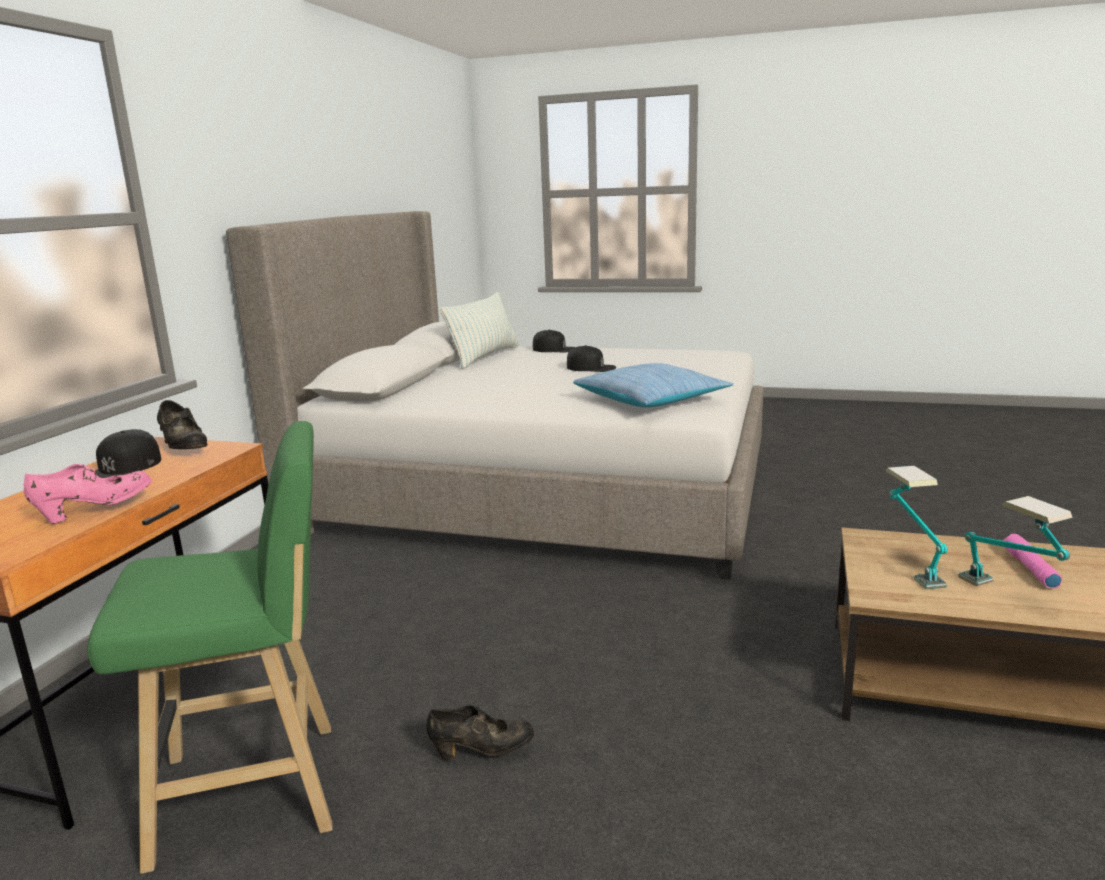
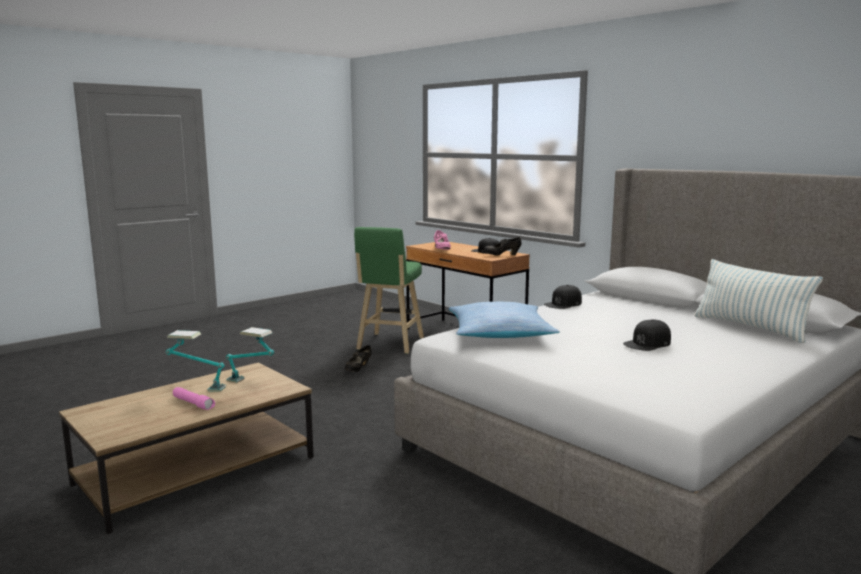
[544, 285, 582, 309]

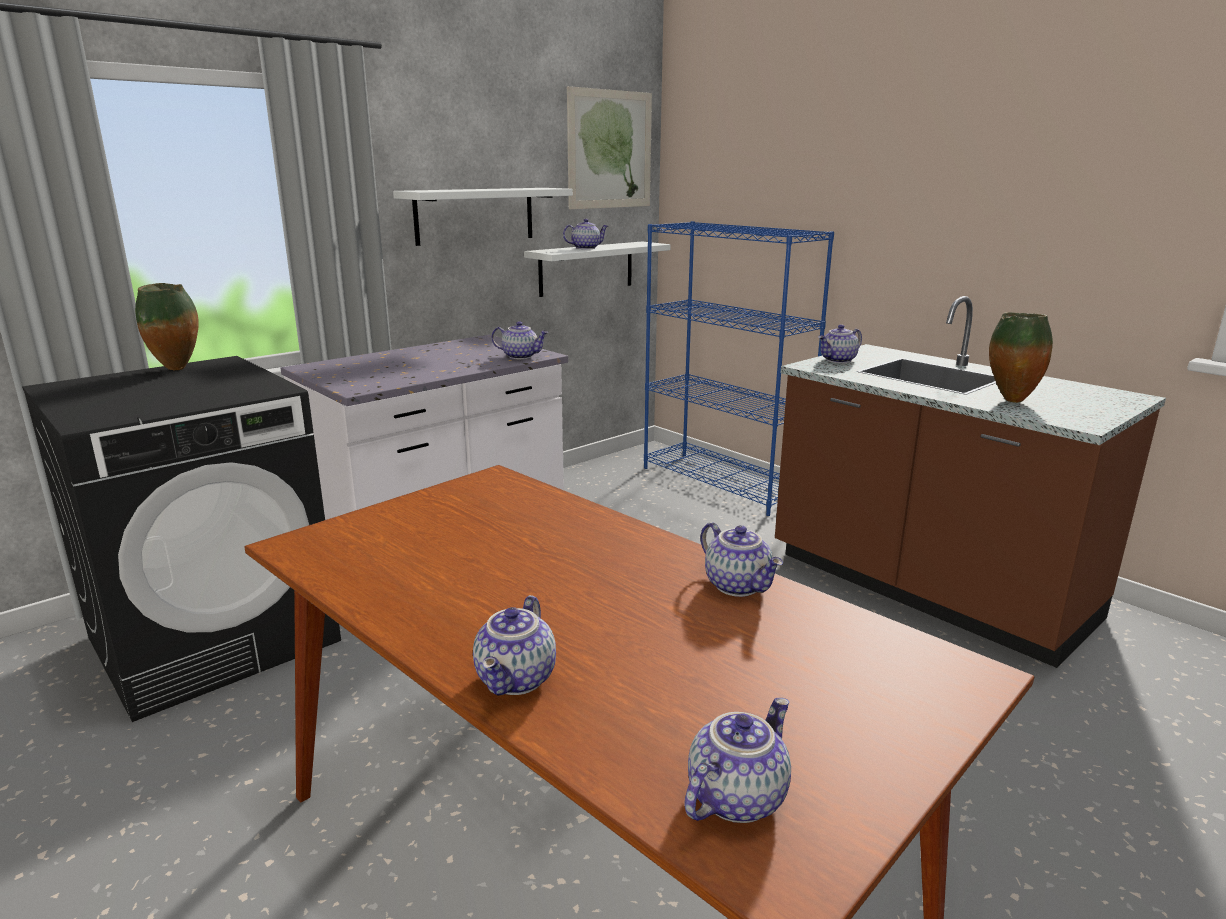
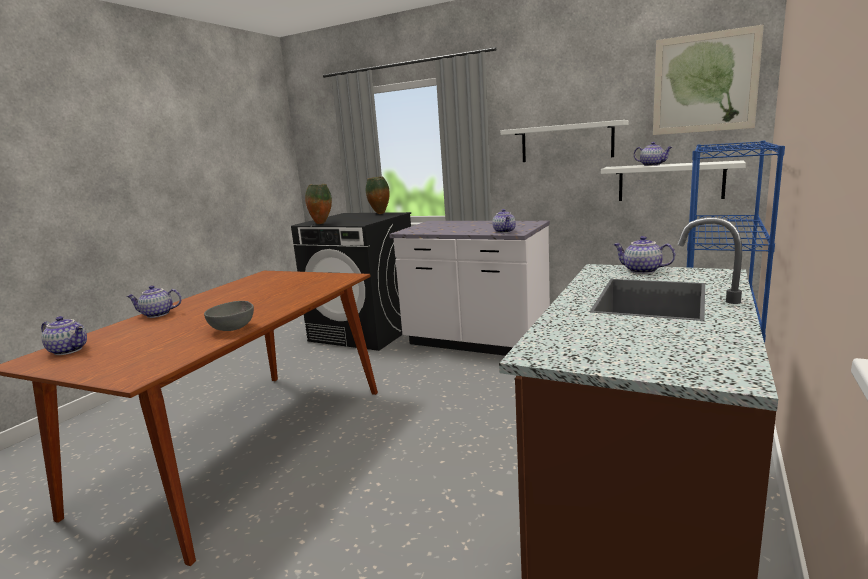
[305, 184, 332, 224]
[204, 301, 254, 331]

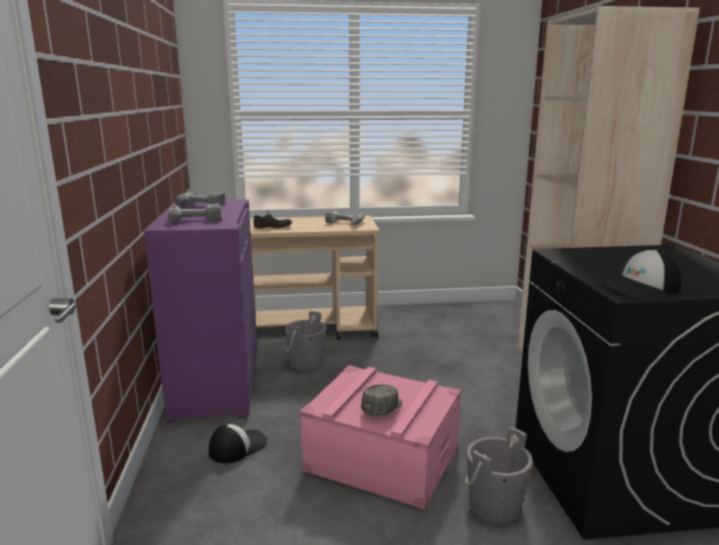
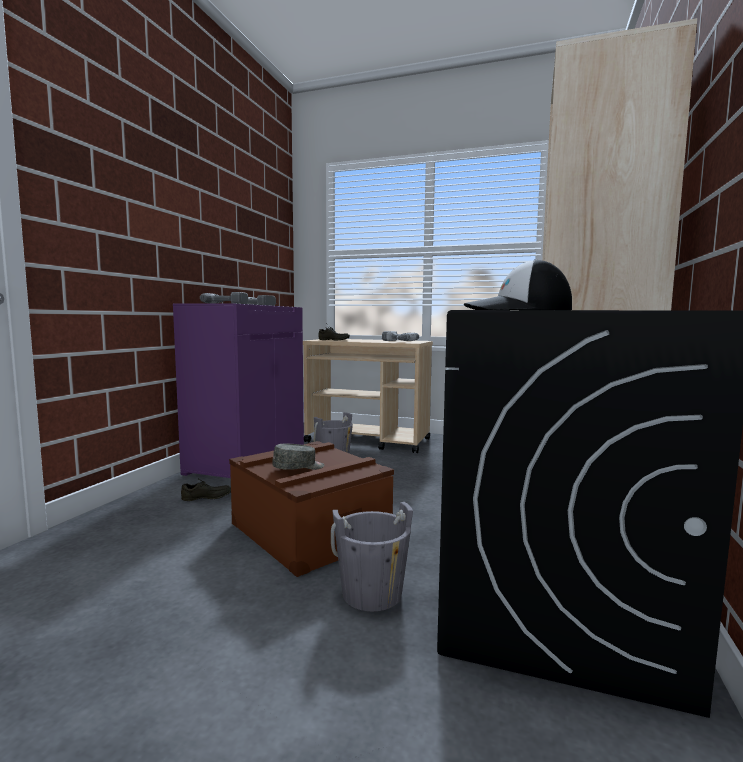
[181, 479, 231, 501]
[229, 441, 394, 577]

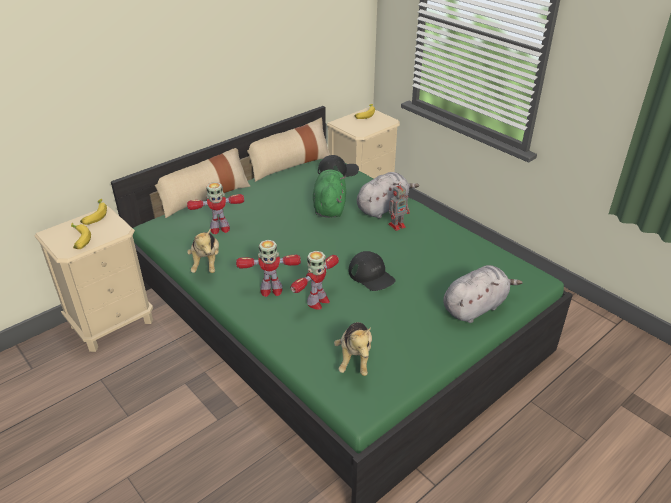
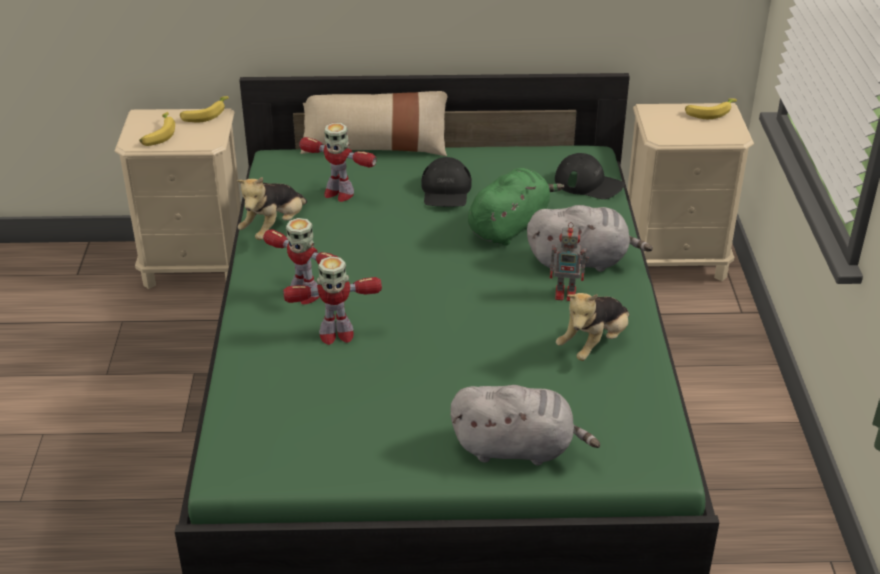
[247, 118, 330, 182] (first image)
[556, 293, 629, 361]
[421, 157, 472, 207]

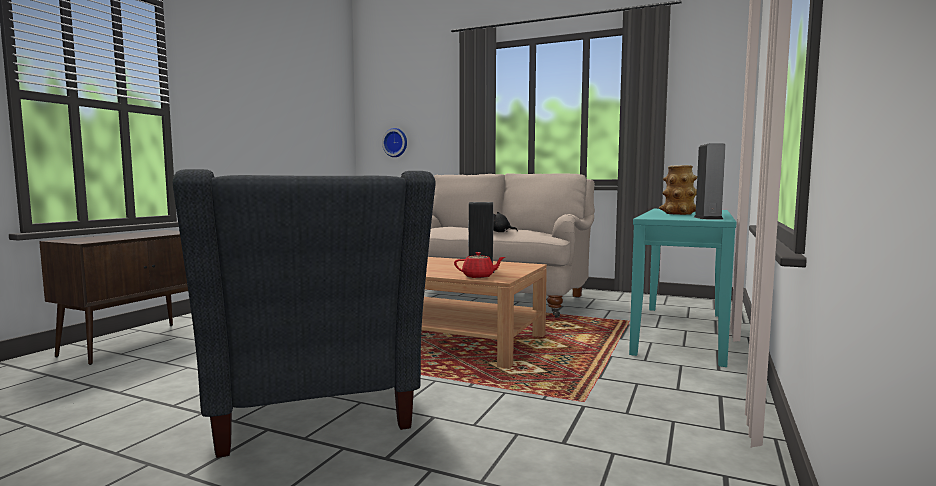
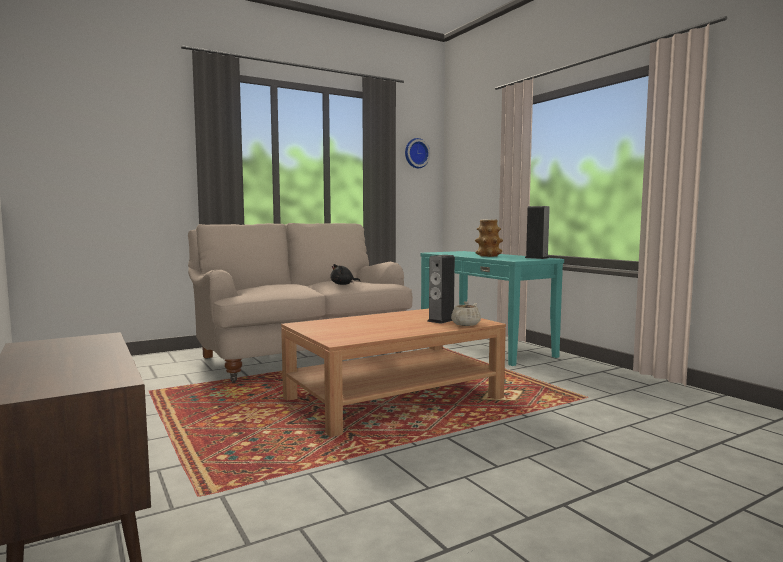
[173, 169, 436, 458] (first image)
[405, 138, 430, 168]
[451, 301, 481, 326]

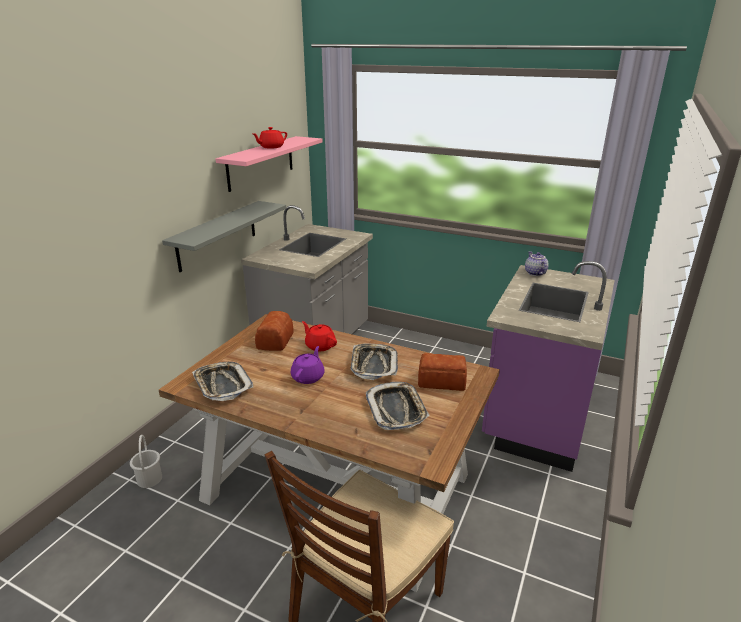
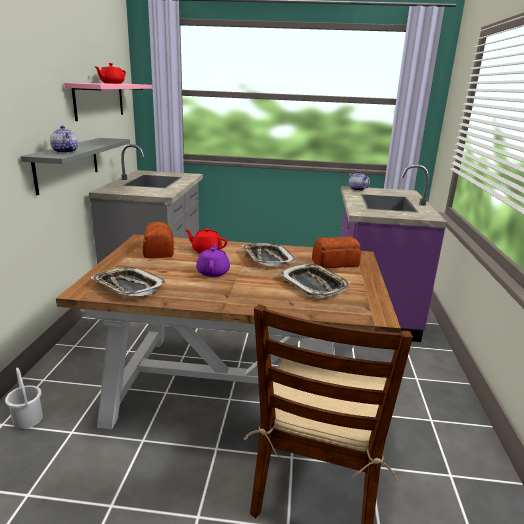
[50, 126, 78, 153]

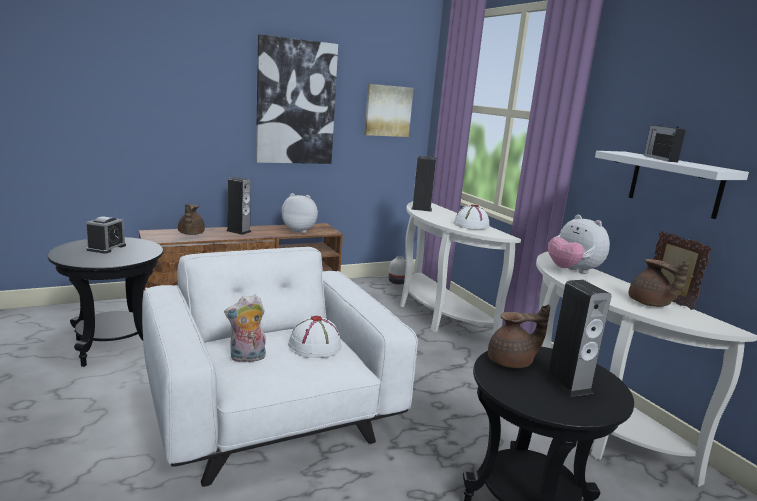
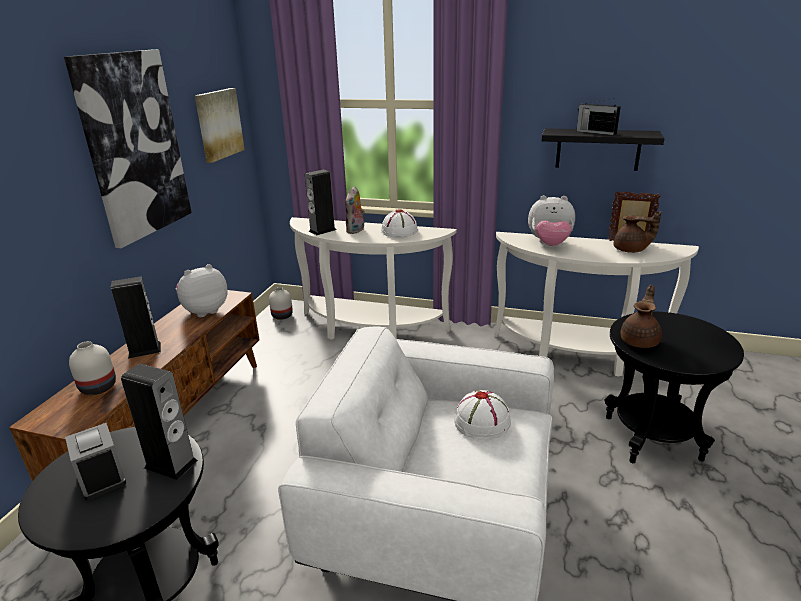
[345, 186, 365, 234]
[121, 364, 198, 480]
[69, 341, 116, 395]
[542, 128, 665, 171]

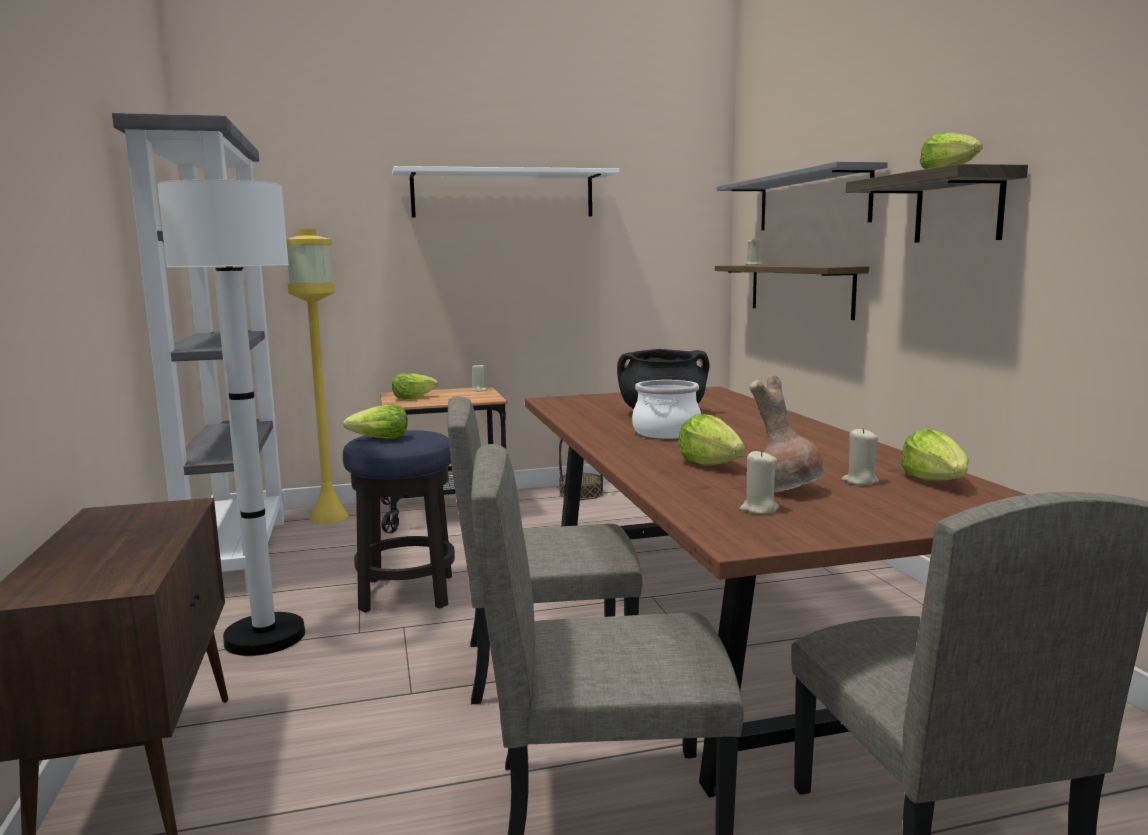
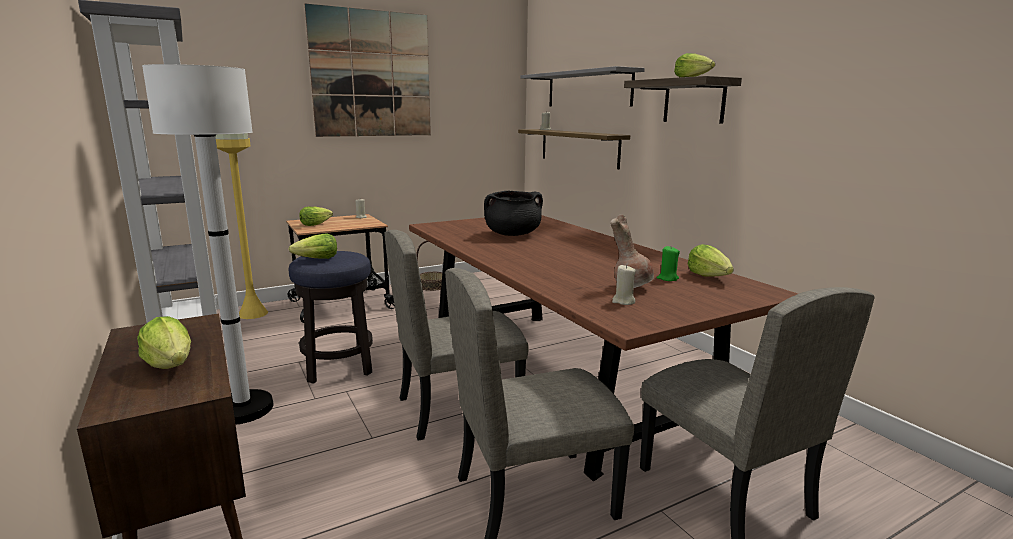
[632, 380, 701, 439] (first image)
[137, 316, 191, 369]
[305, 3, 431, 137]
[657, 246, 680, 281]

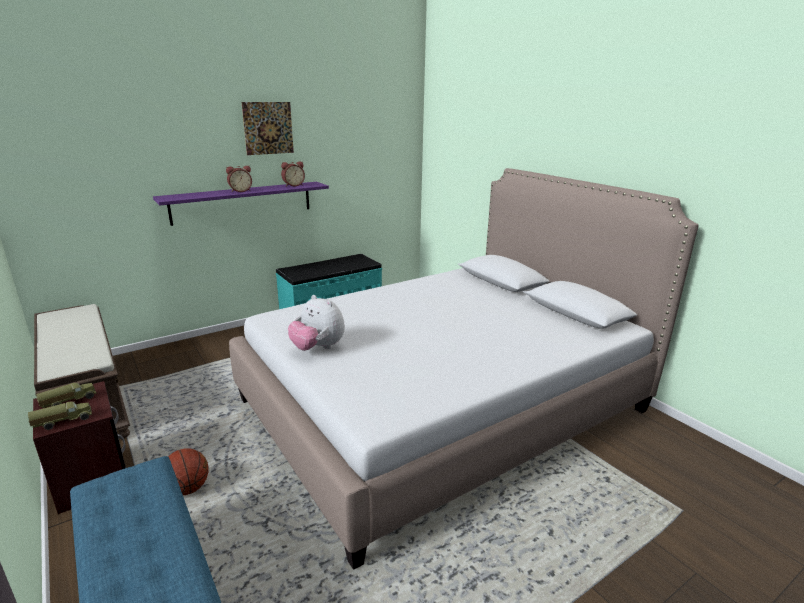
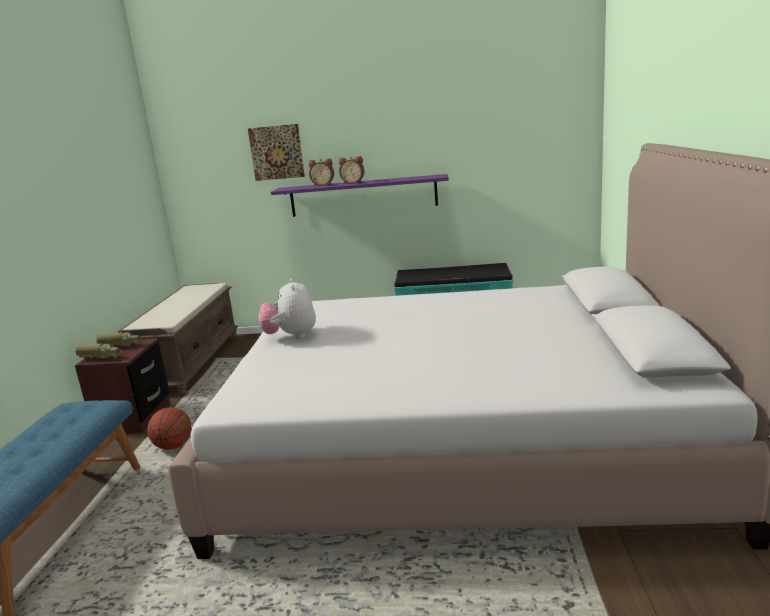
[248, 124, 305, 181]
[309, 159, 334, 186]

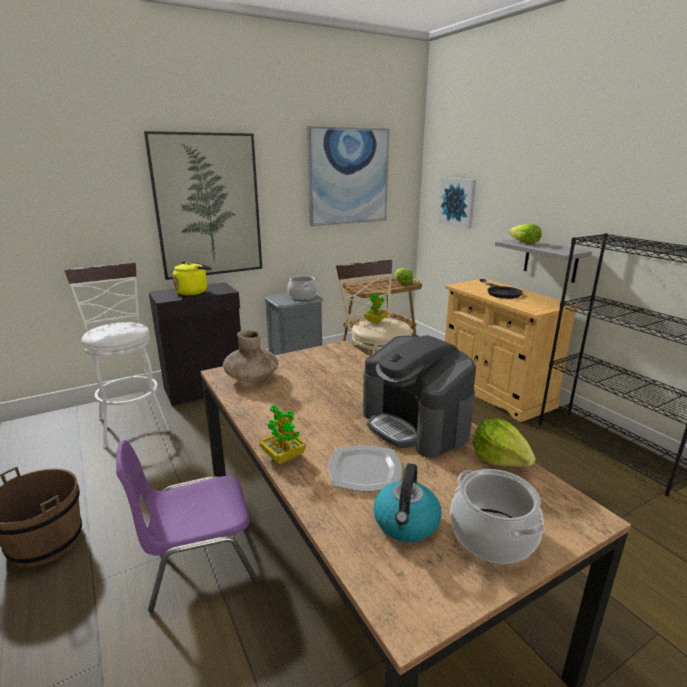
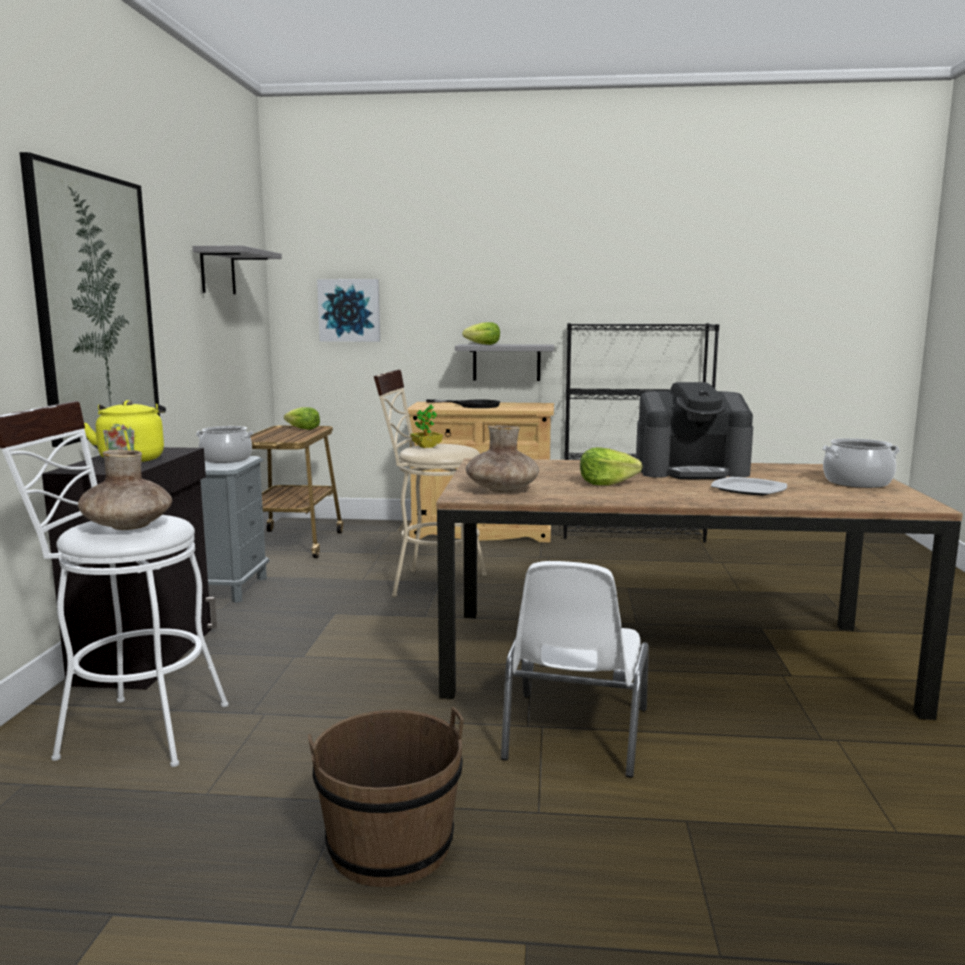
[260, 405, 306, 464] (first image)
[373, 463, 442, 542] (first image)
[78, 450, 172, 530]
[580, 447, 643, 485]
[192, 245, 282, 294]
[501, 561, 649, 778]

